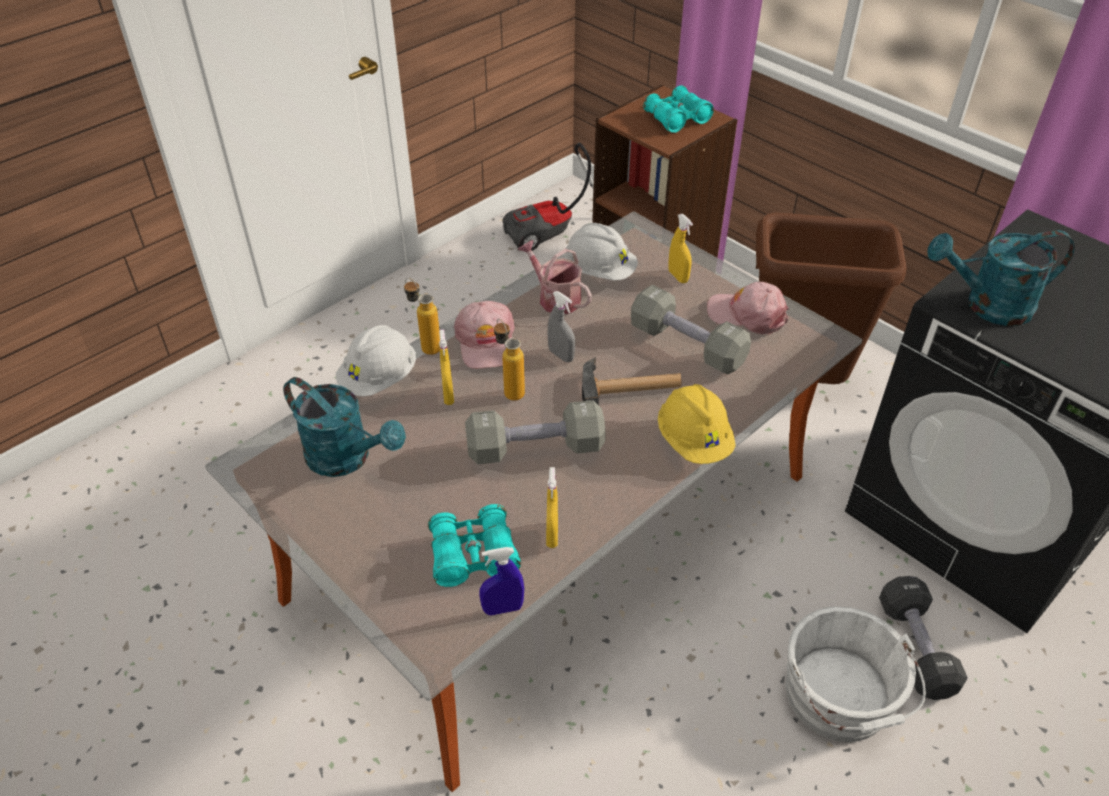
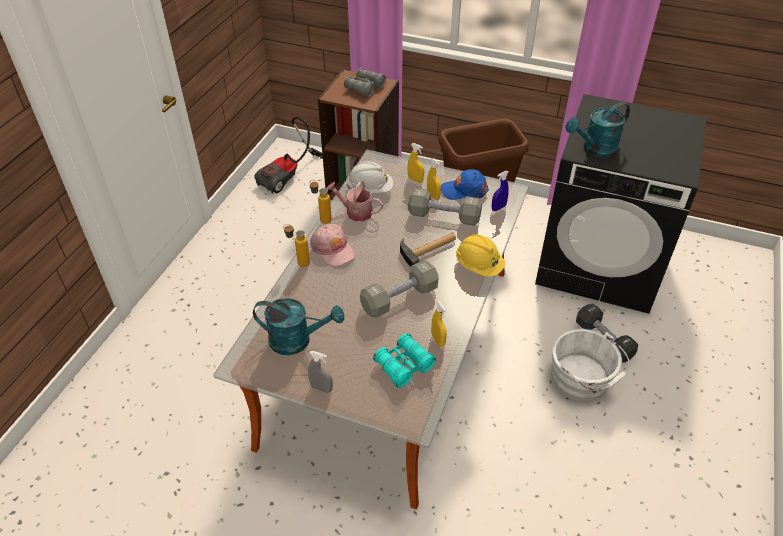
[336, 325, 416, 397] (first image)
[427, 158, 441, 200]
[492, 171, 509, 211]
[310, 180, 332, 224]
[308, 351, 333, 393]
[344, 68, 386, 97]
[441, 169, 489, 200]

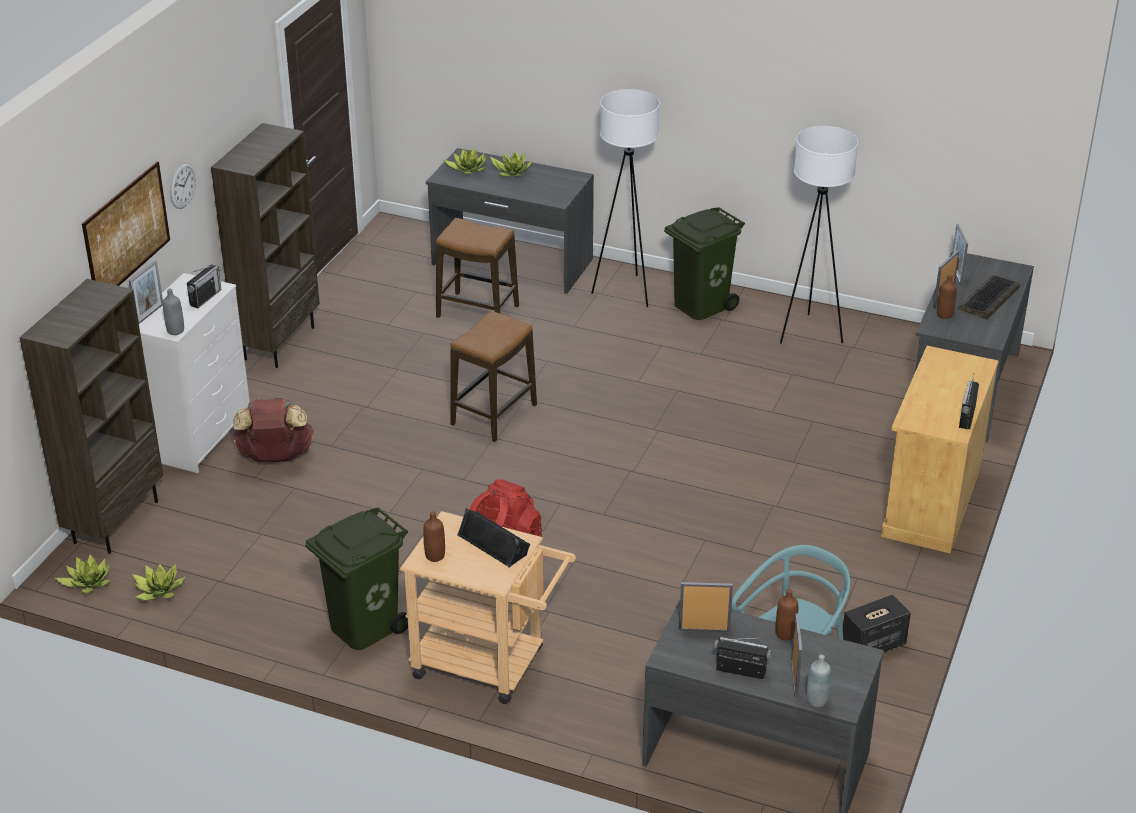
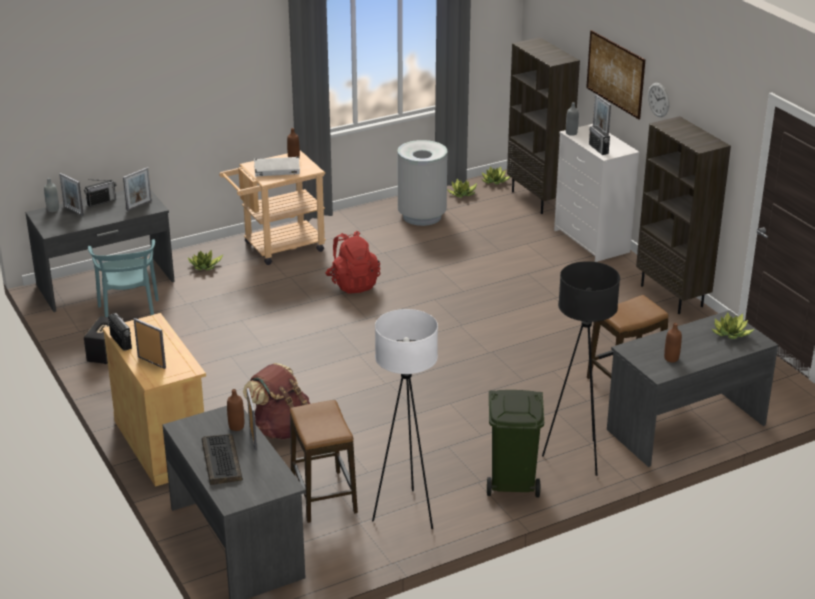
[305, 507, 408, 650] (first image)
[398, 140, 447, 226]
[243, 363, 310, 439]
[290, 400, 358, 523]
[188, 250, 224, 270]
[664, 323, 682, 363]
[134, 318, 166, 369]
[254, 156, 300, 177]
[542, 261, 620, 476]

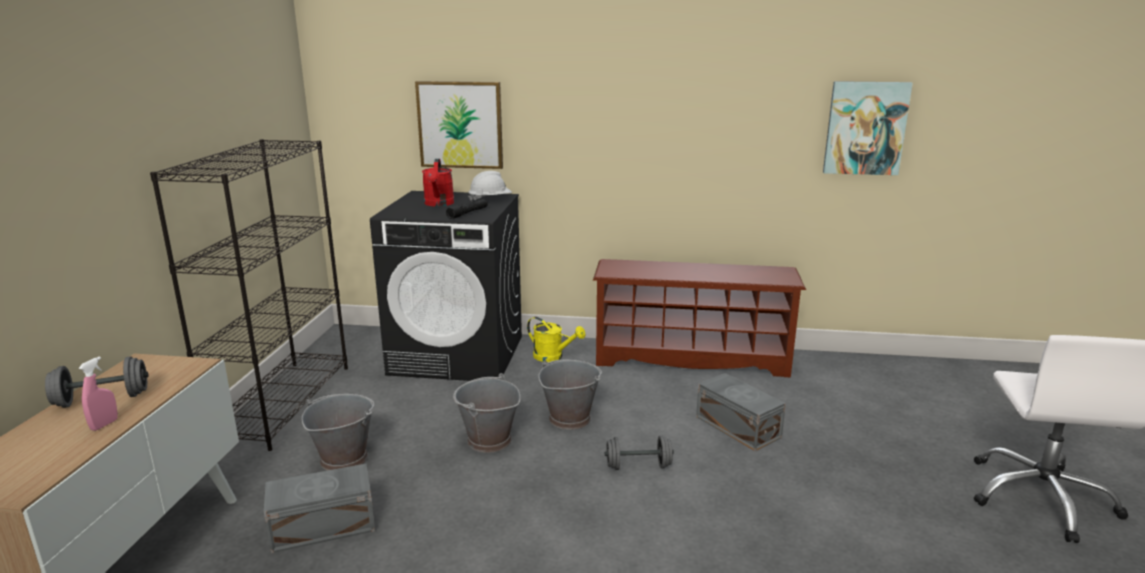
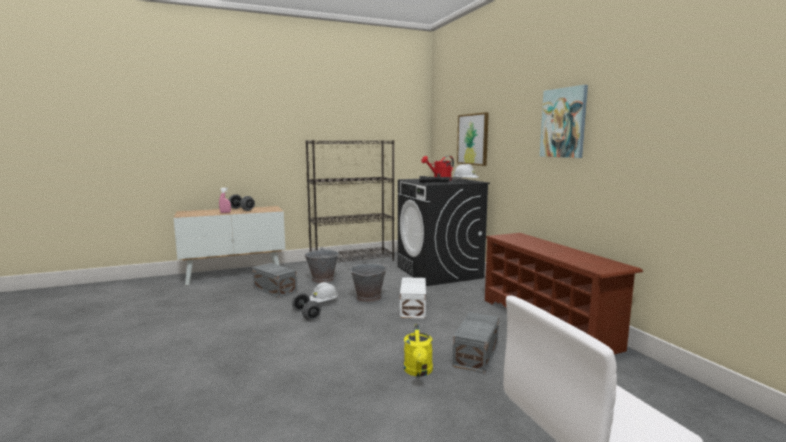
[309, 282, 338, 302]
[404, 324, 433, 377]
[292, 293, 321, 320]
[540, 85, 588, 158]
[400, 277, 426, 319]

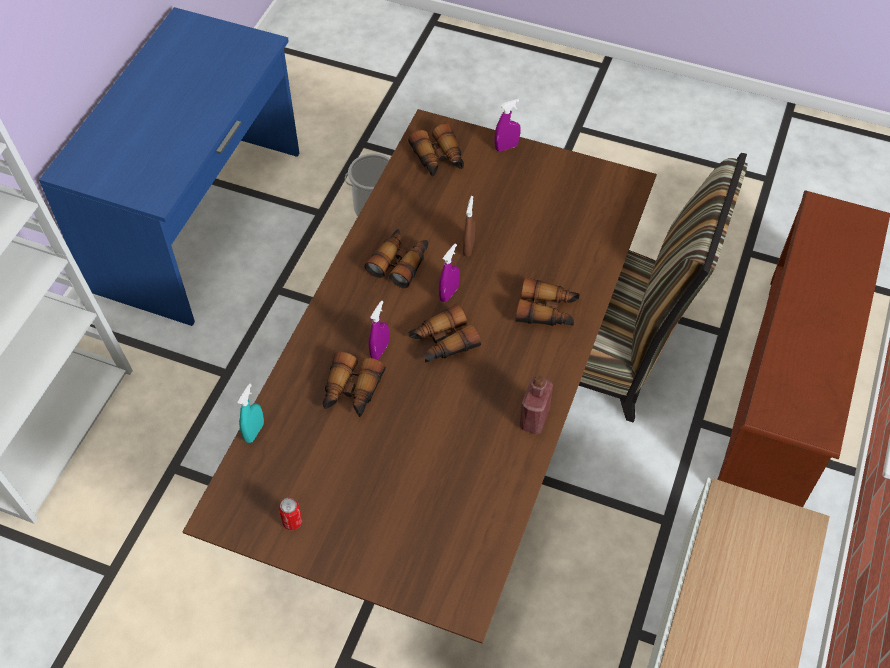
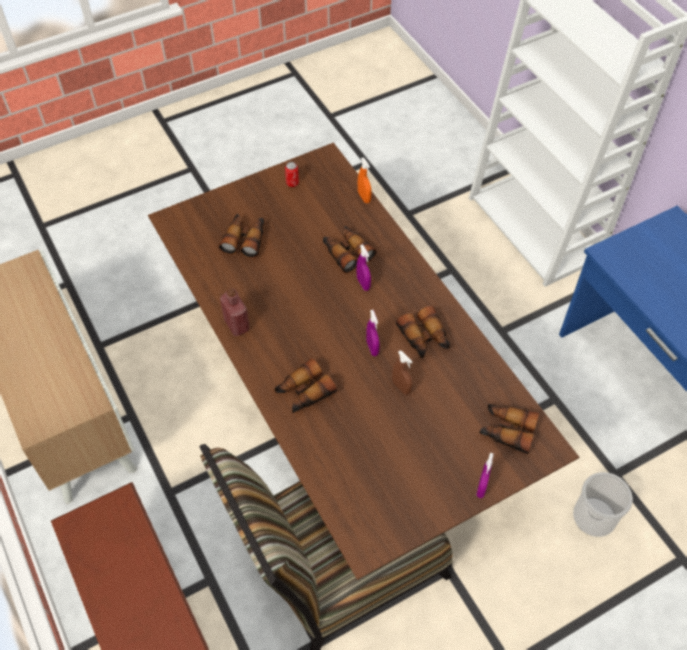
[219, 214, 264, 258]
[358, 158, 372, 203]

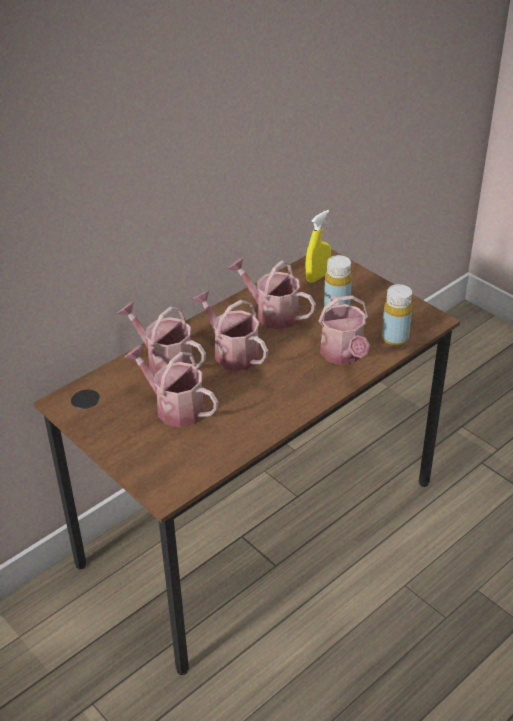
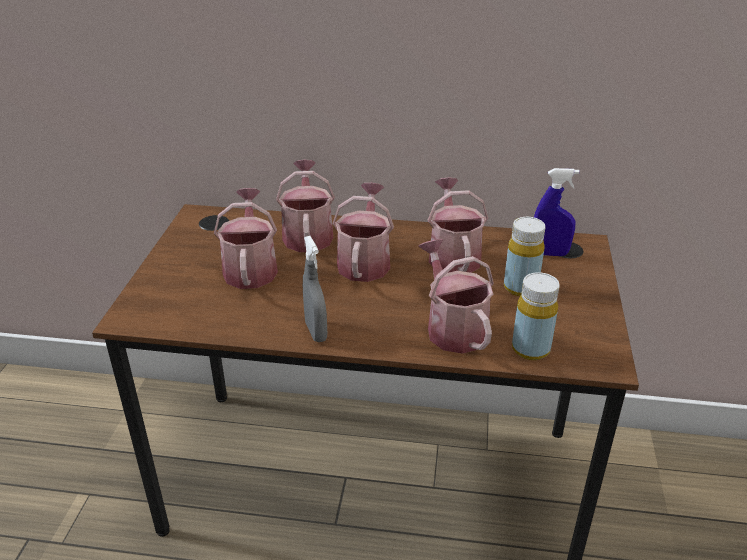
[303, 236, 327, 342]
[534, 168, 580, 256]
[419, 239, 494, 354]

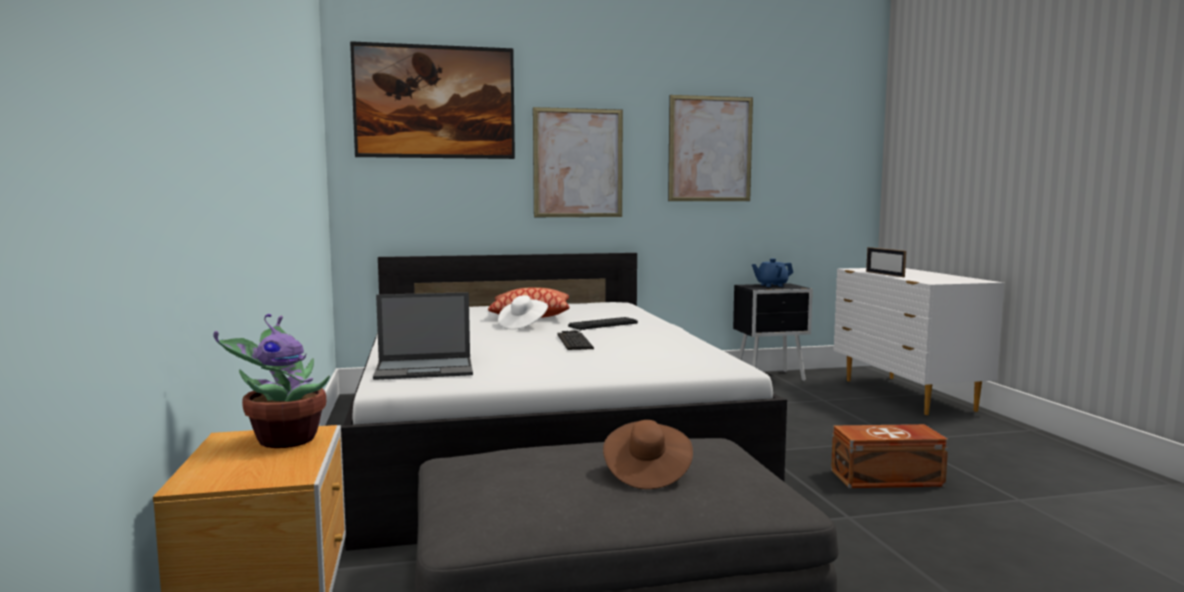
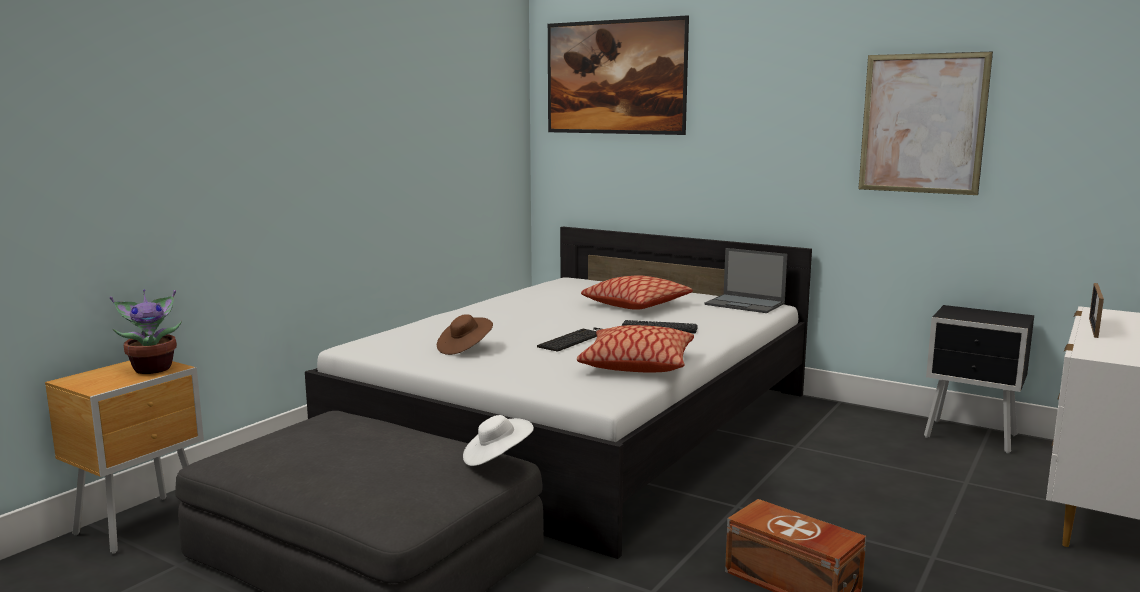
[533, 107, 623, 217] (first image)
[752, 259, 793, 287] (first image)
[577, 325, 694, 373]
[704, 248, 787, 313]
[463, 415, 534, 466]
[437, 314, 493, 355]

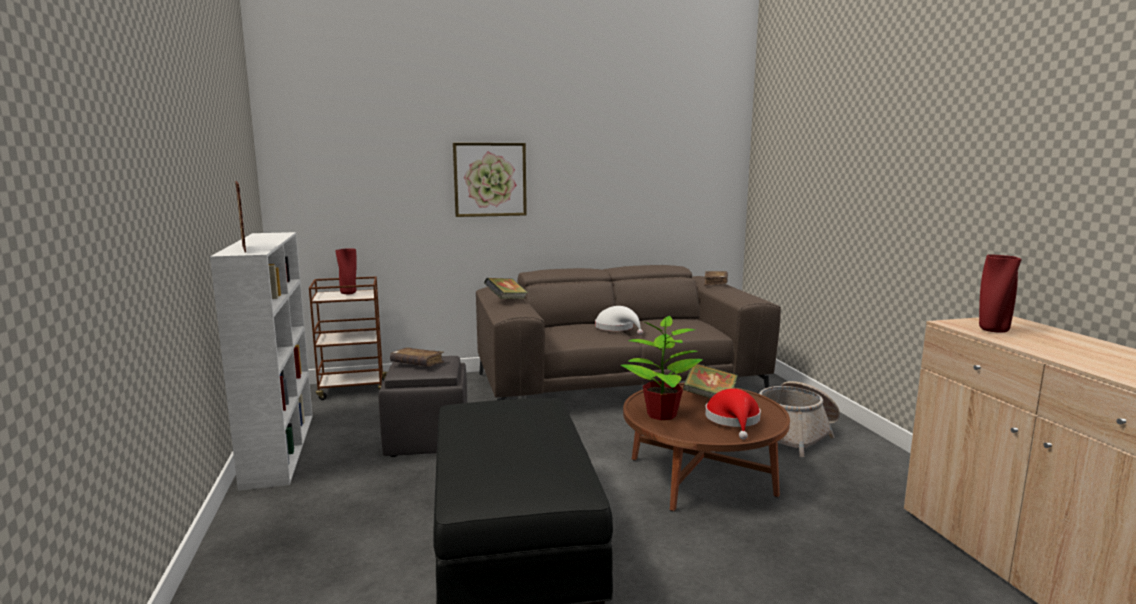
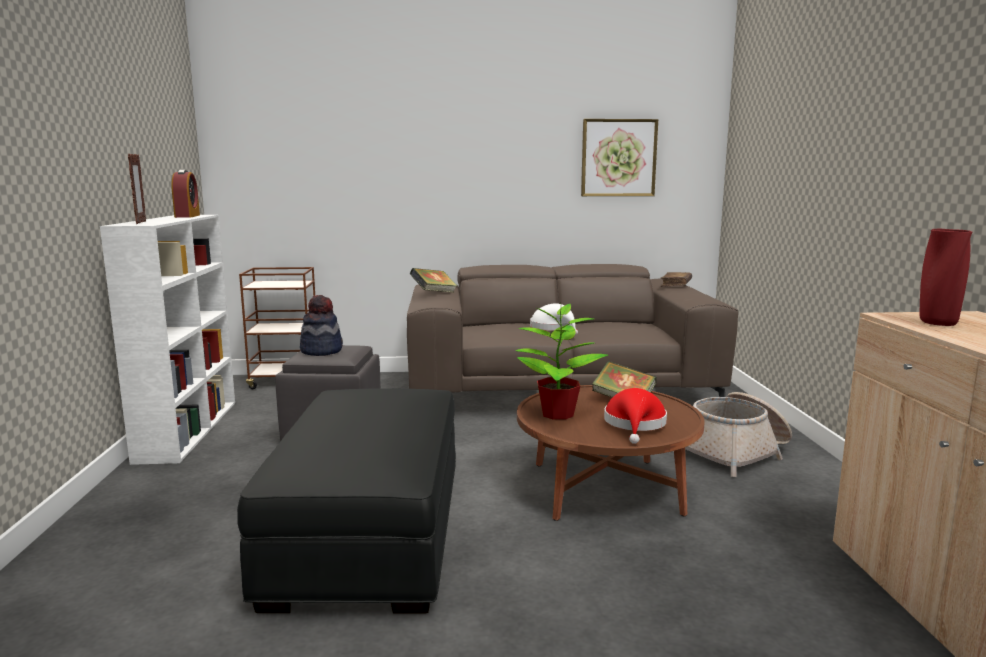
[335, 249, 357, 295] (first image)
[171, 170, 200, 218]
[581, 119, 658, 196]
[300, 295, 343, 356]

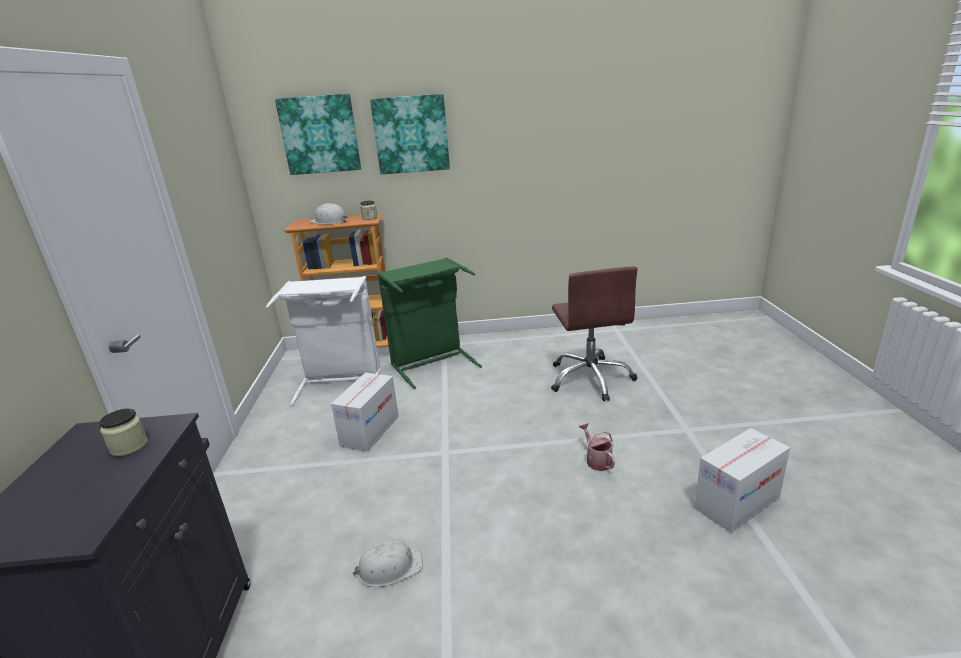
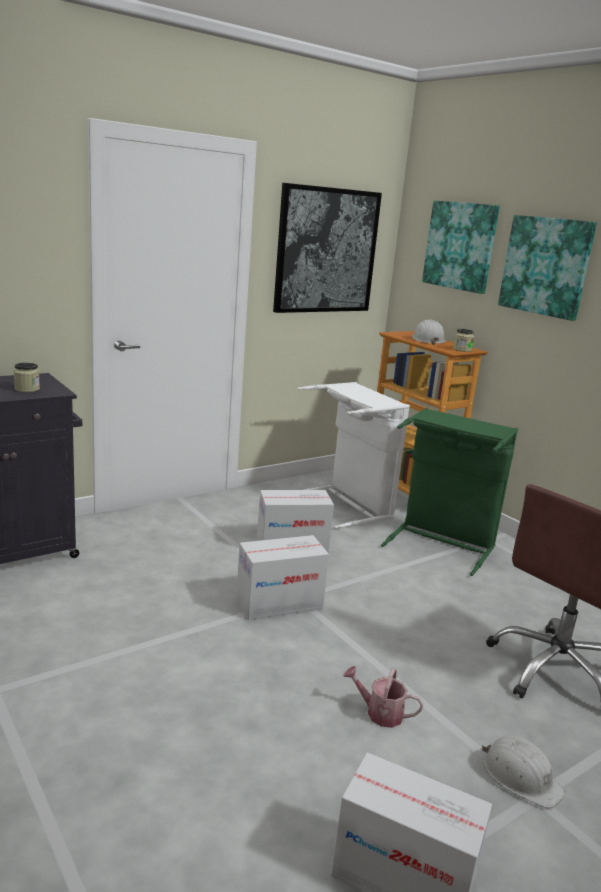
[236, 535, 329, 620]
[273, 183, 382, 313]
[482, 736, 565, 808]
[343, 666, 423, 728]

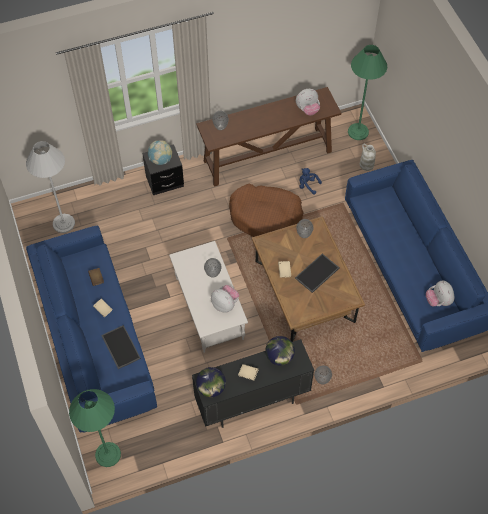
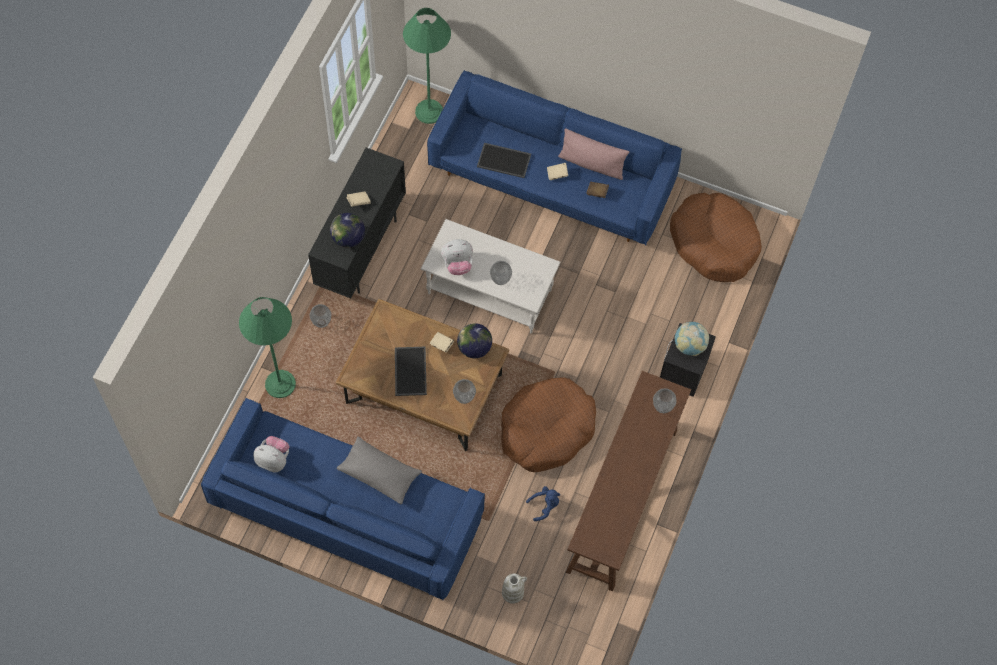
[296, 89, 320, 115] (first image)
[337, 436, 422, 505]
[558, 128, 629, 180]
[457, 323, 492, 358]
[239, 297, 296, 398]
[670, 193, 762, 282]

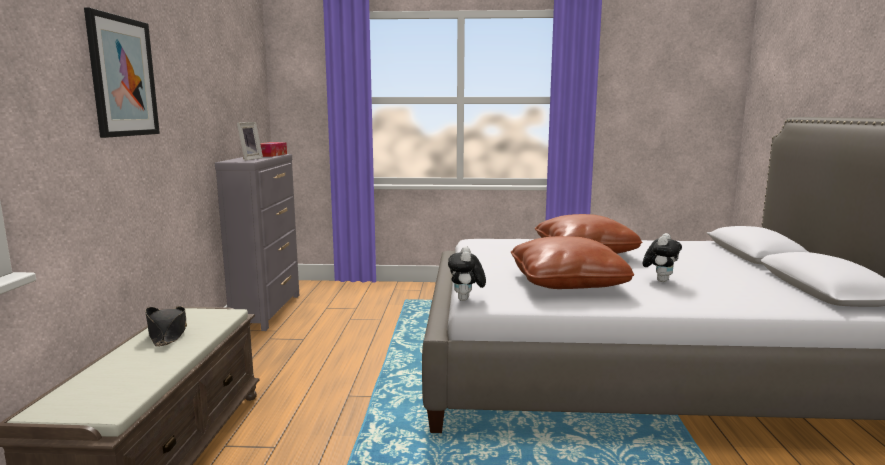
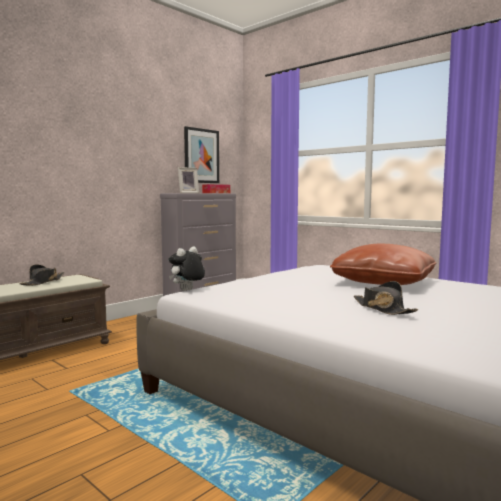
[511, 236, 634, 289] (first image)
[184, 126, 219, 183]
[354, 281, 418, 315]

